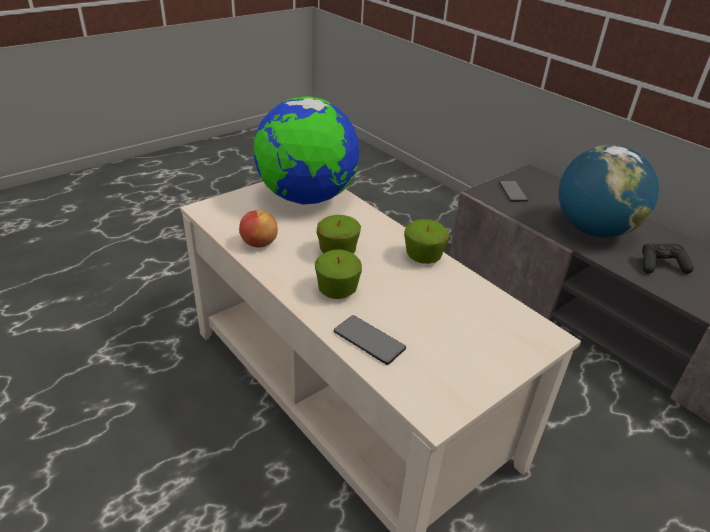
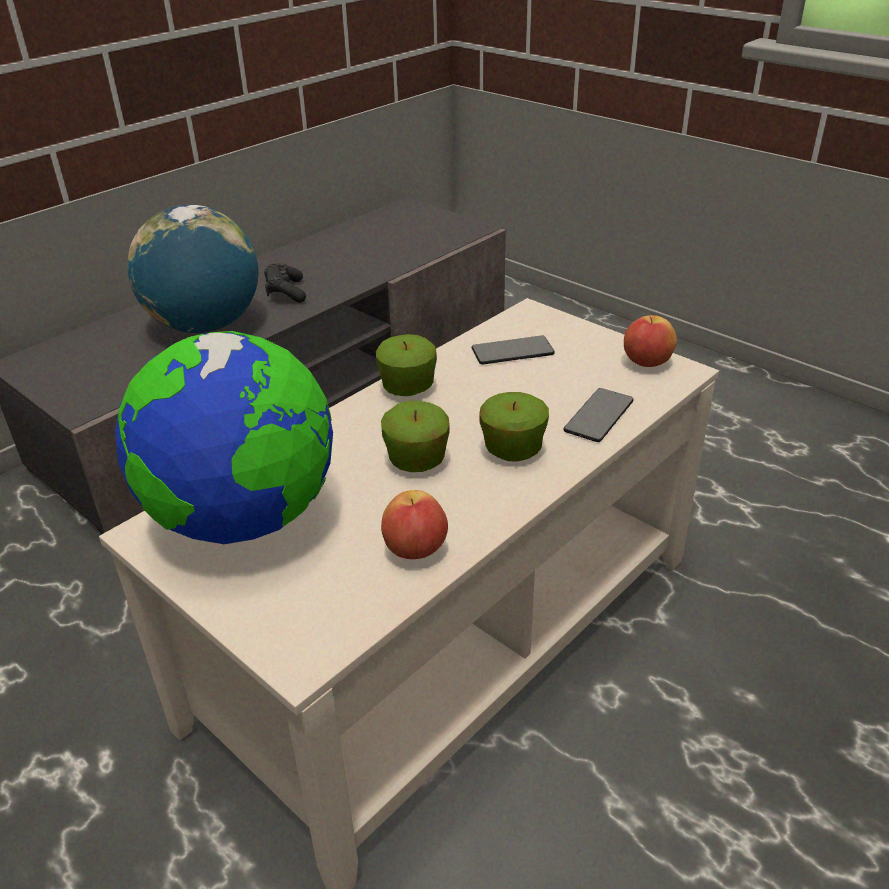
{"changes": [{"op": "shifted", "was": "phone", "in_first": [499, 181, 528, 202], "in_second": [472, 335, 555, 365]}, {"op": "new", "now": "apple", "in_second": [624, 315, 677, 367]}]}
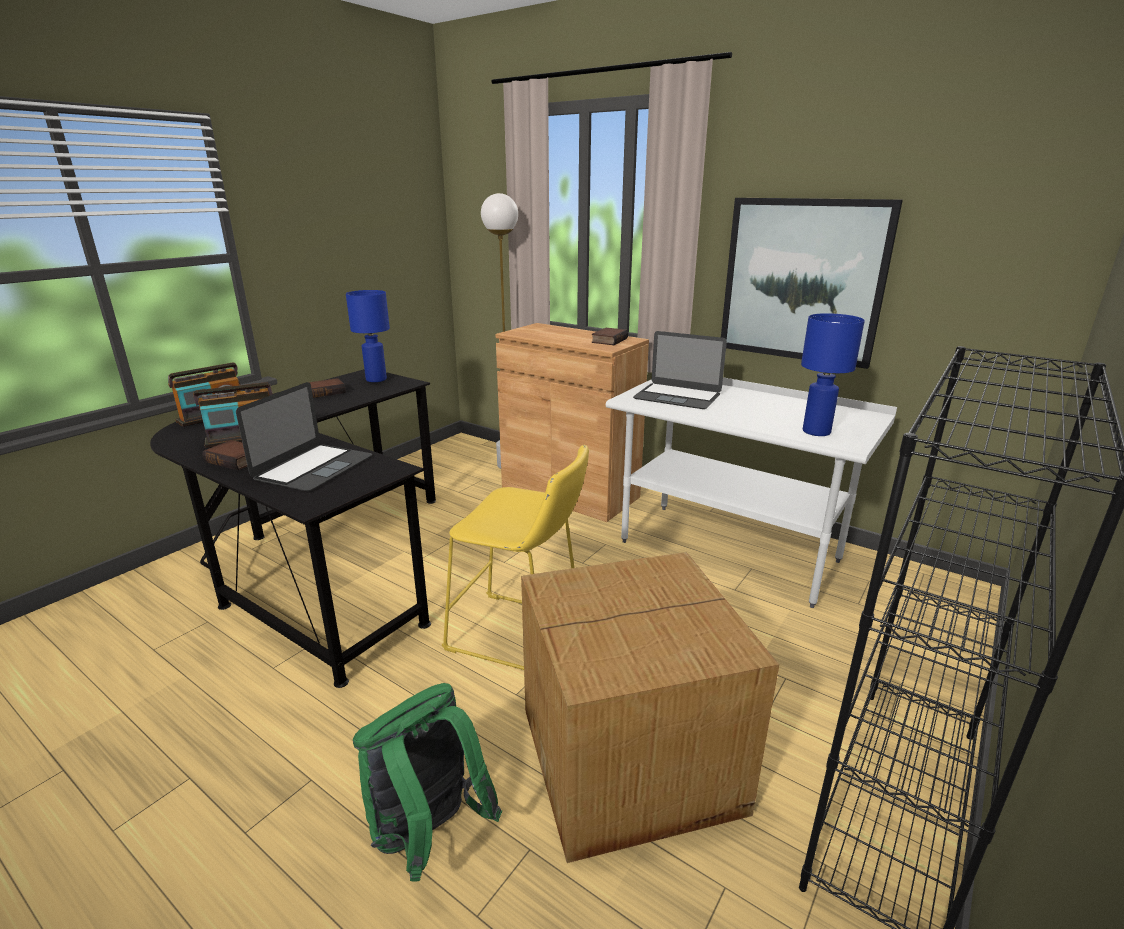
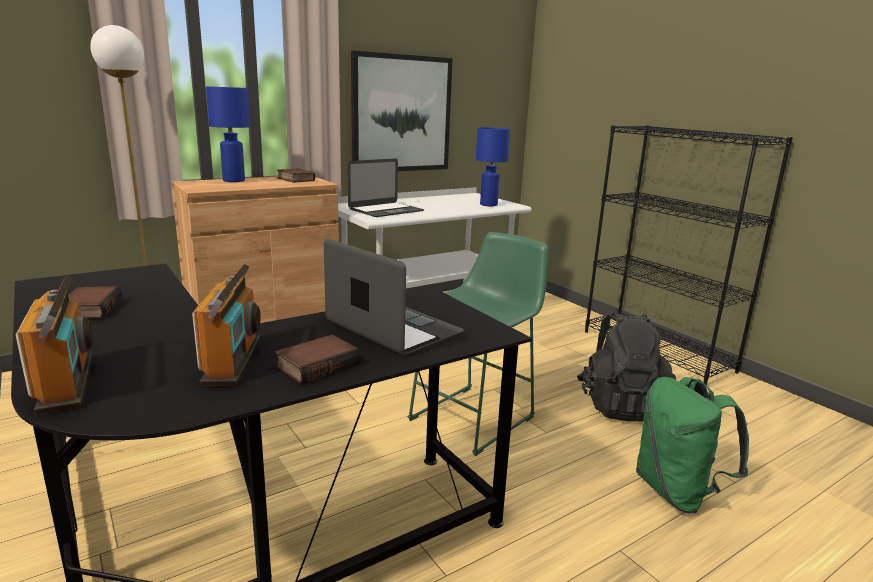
{"changes": [{"op": "shifted", "was": "blue table lamp", "in_first": [346, 290, 390, 382], "in_second": [206, 86, 251, 182]}, {"op": "repainted", "was": "yellow stool", "now": "green stool", "in_first": [442, 445, 589, 670], "in_second": [408, 232, 549, 456]}, {"op": "swapped", "was": "cardboard box", "now": "black backpack", "in_first": [521, 552, 779, 863], "in_second": [577, 312, 676, 422]}]}
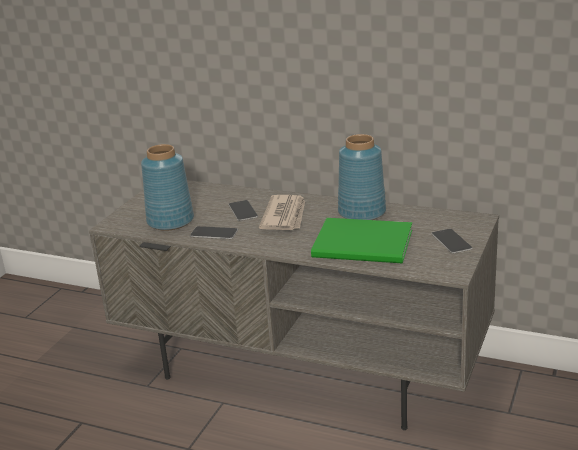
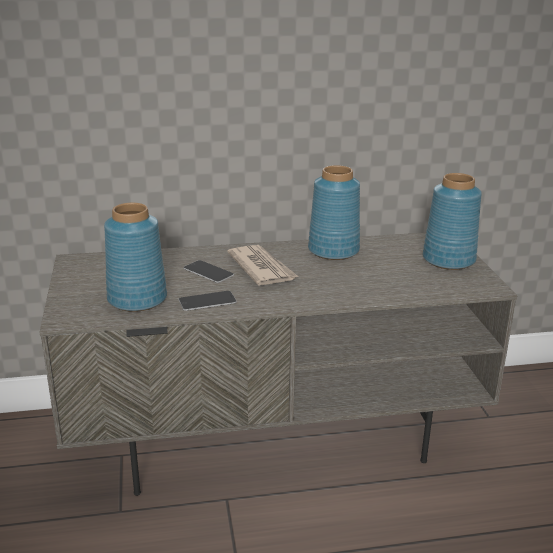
{"changes": [{"op": "gone", "was": "green book", "in_first": [311, 218, 412, 264]}, {"op": "swapped", "was": "phone", "now": "blue vase", "in_first": [431, 229, 472, 253], "in_second": [423, 173, 482, 270]}]}
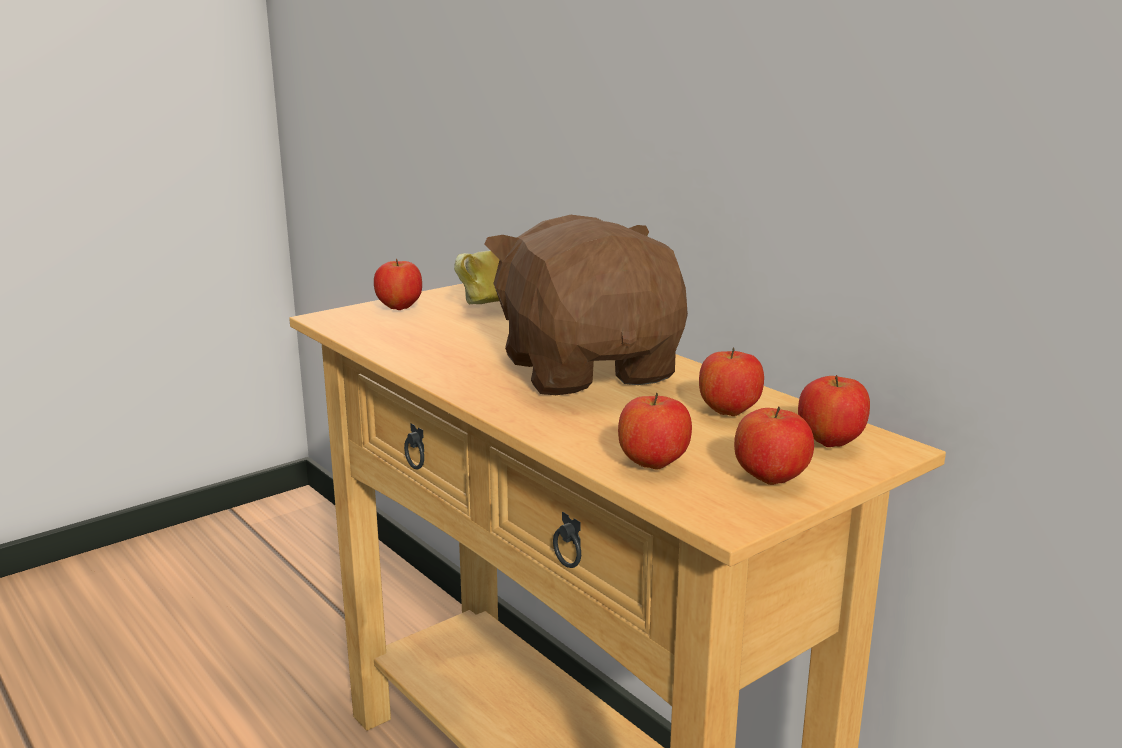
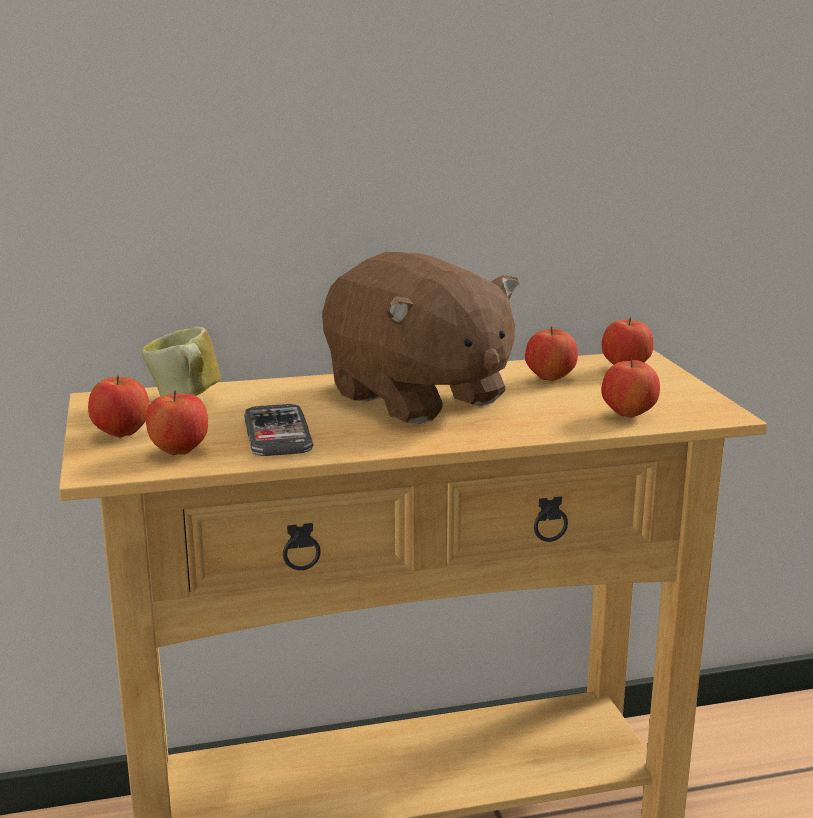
{"changes": [{"op": "rotated", "was": "brown plush toy", "in_first": [484, 215, 688, 395], "in_second": [322, 252, 520, 424], "clockwise": -135}, {"op": "shifted", "was": "apple", "in_first": [734, 406, 814, 485], "in_second": [146, 390, 208, 455]}, {"op": "new", "now": "phone", "in_second": [244, 404, 313, 456]}]}
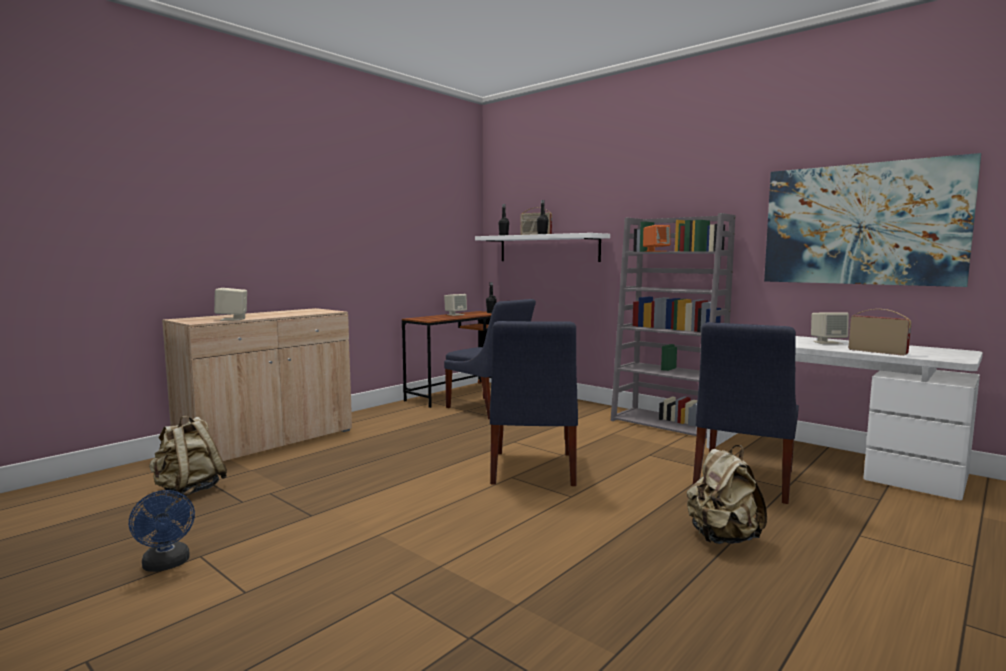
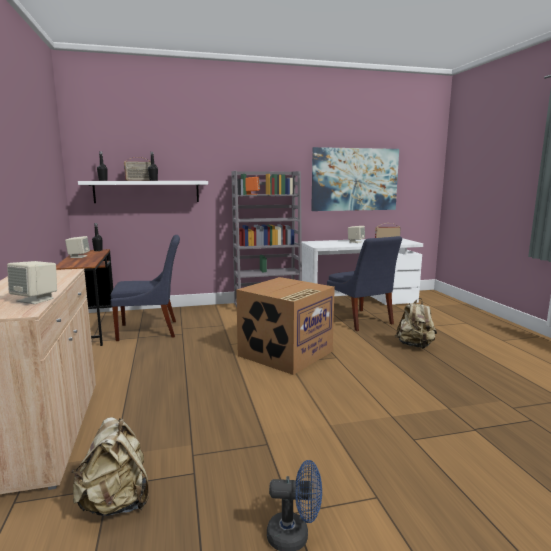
{"changes": [{"op": "swapped", "was": "blue chair", "now": "cardboard box", "in_first": [490, 321, 578, 486], "in_second": [236, 277, 335, 375]}]}
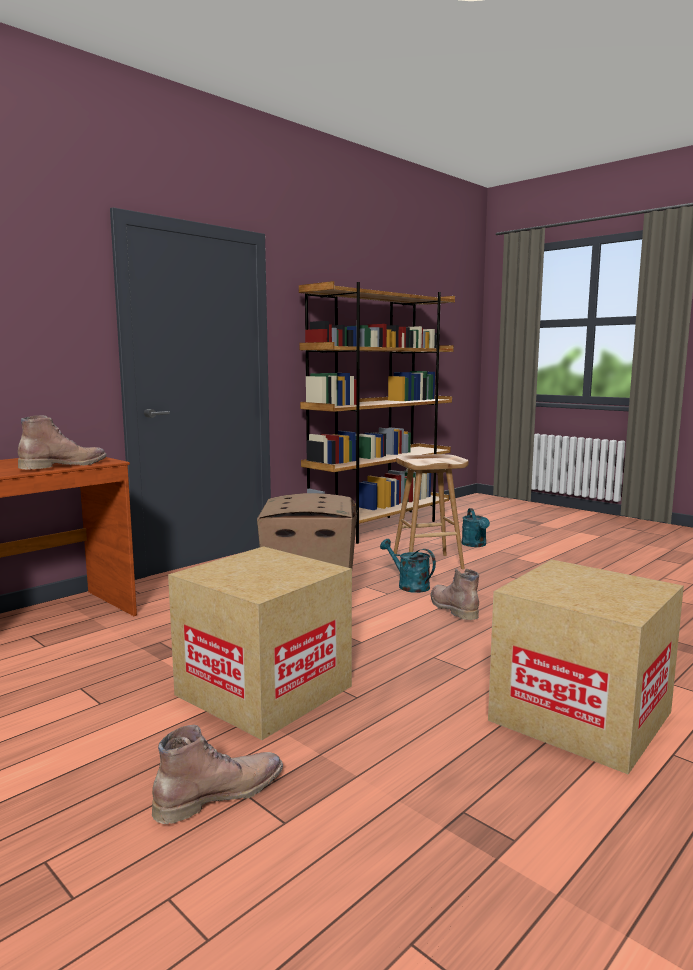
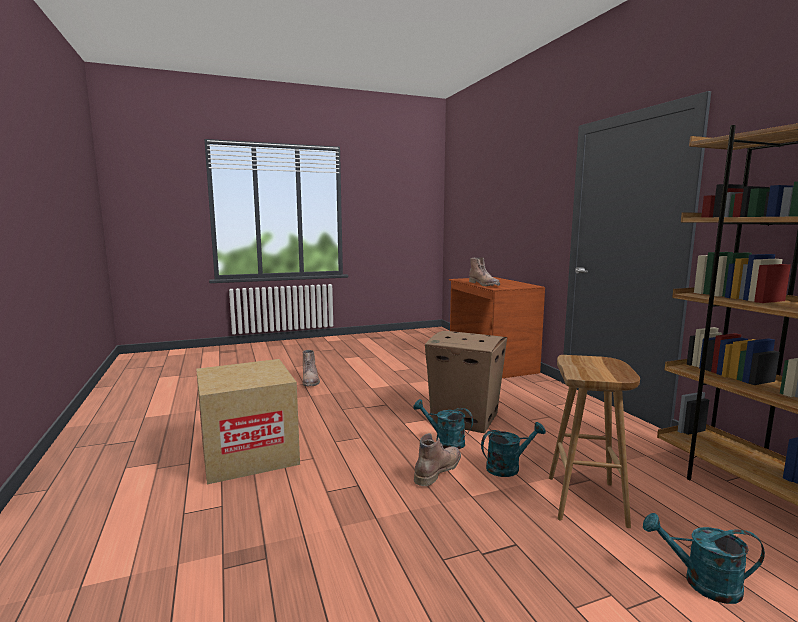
{"changes": [{"op": "gone", "was": "cardboard box", "in_first": [168, 546, 352, 740]}, {"op": "rotated", "was": "brown boot", "in_first": [431, 569, 479, 620], "in_second": [414, 433, 461, 486], "clockwise": -60}, {"op": "new", "now": "turquoise watering can", "in_second": [413, 399, 473, 449]}]}
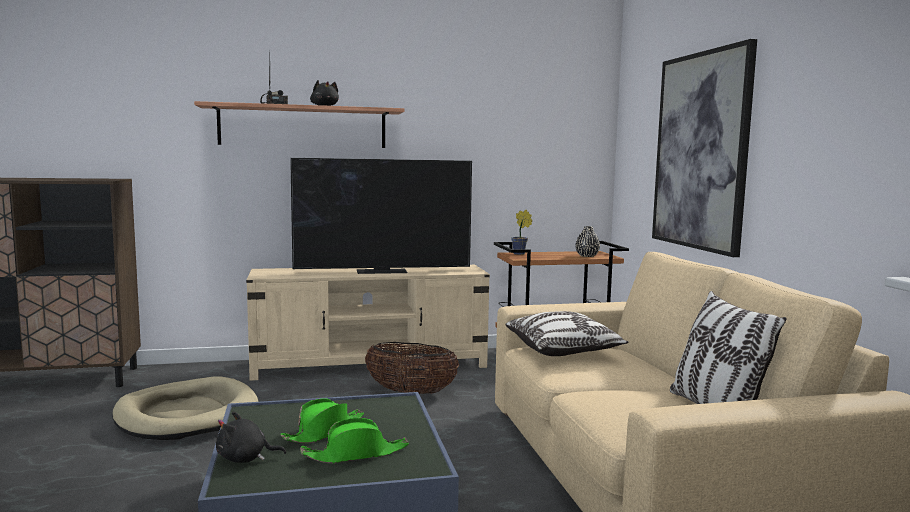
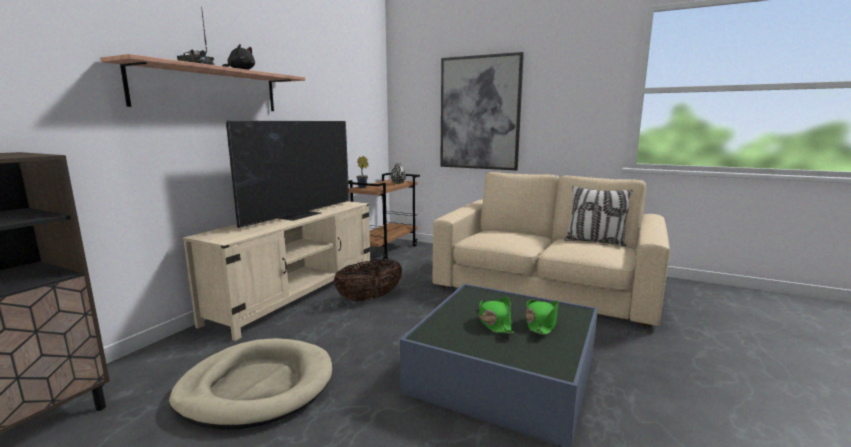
{"changes": [{"op": "gone", "was": "black plush toy", "in_first": [216, 412, 286, 463]}, {"op": "gone", "was": "pillow", "in_first": [505, 311, 628, 356]}]}
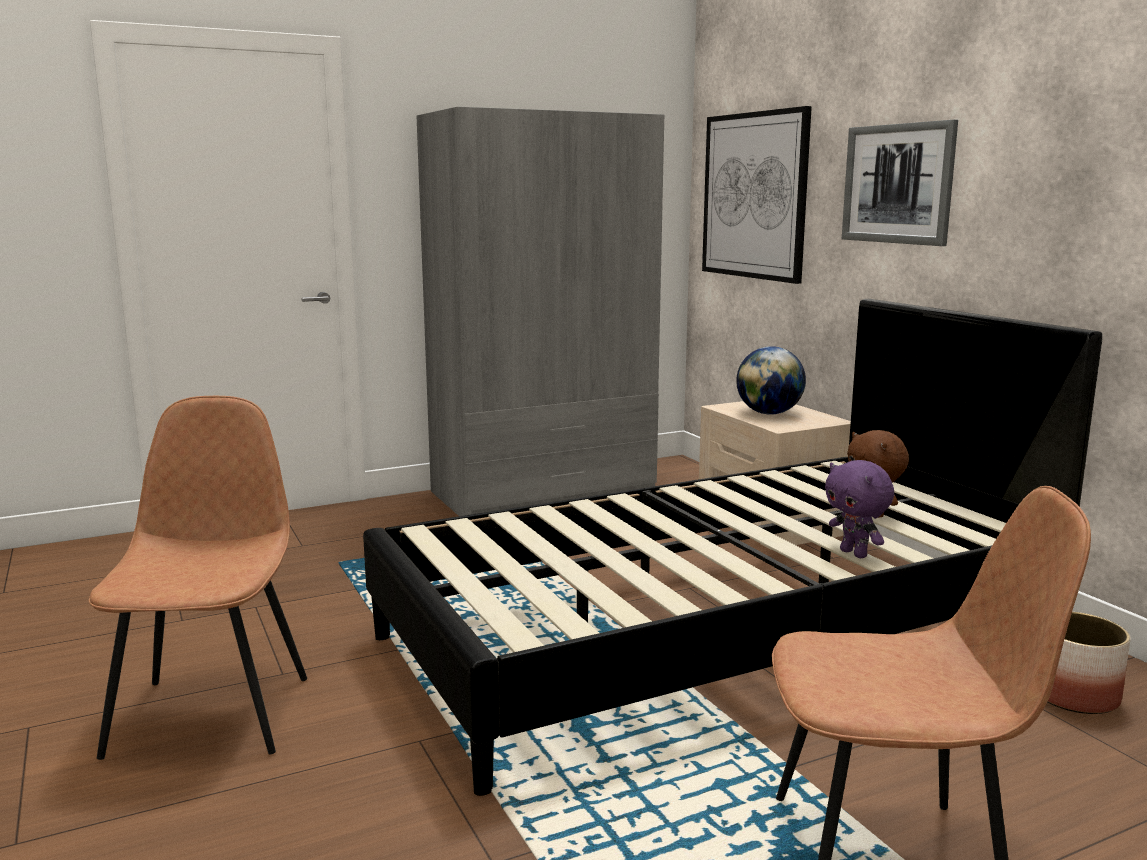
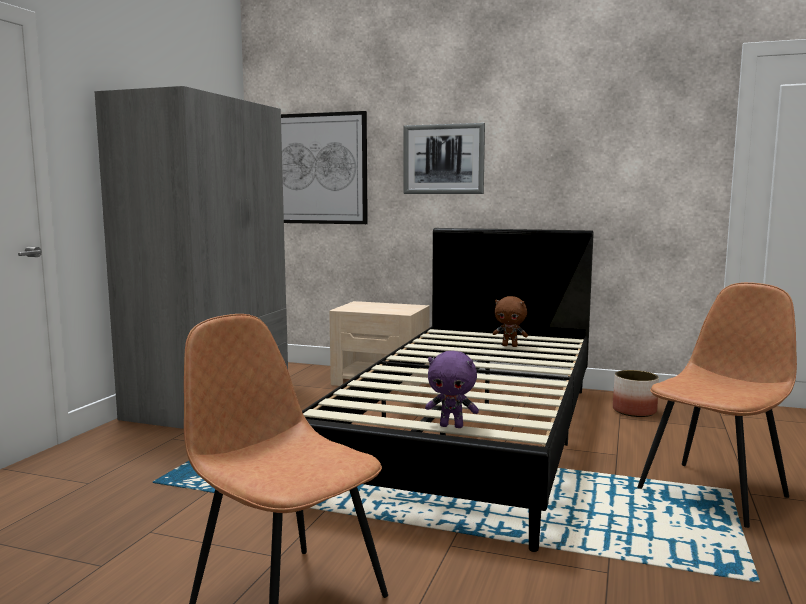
{"changes": [{"op": "gone", "was": "globe", "in_first": [736, 346, 806, 415]}, {"op": "shifted", "was": "purple plush toy", "in_first": [825, 460, 894, 558], "in_second": [425, 351, 479, 428]}]}
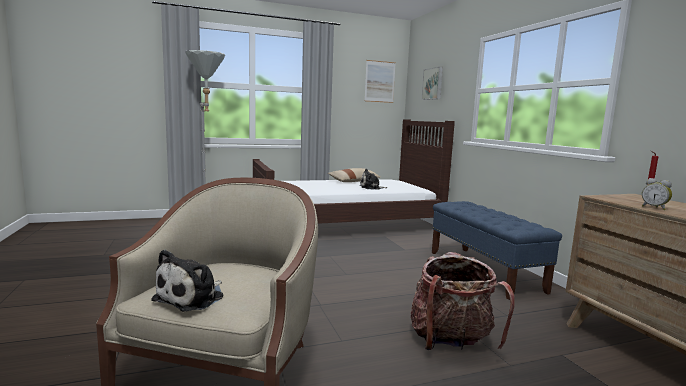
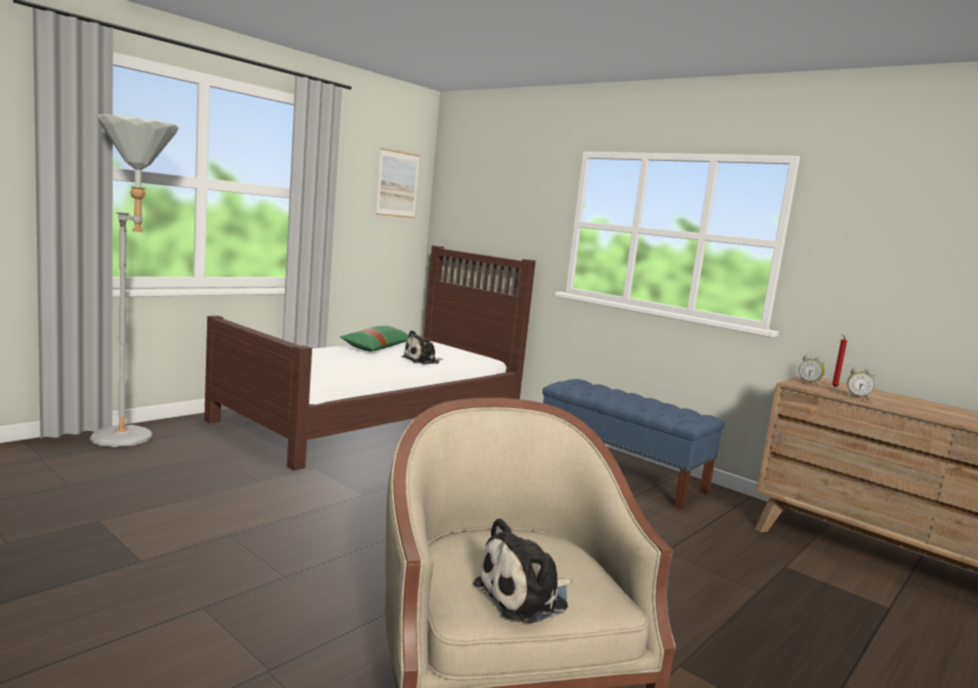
{"changes": [{"op": "rotated", "was": "plush toy", "in_first": [151, 250, 224, 312], "in_second": [473, 518, 572, 623], "clockwise": 60}, {"op": "repainted", "was": "beige pillow", "now": "green pillow", "in_first": [328, 168, 380, 182], "in_second": [340, 326, 409, 352]}, {"op": "gone", "was": "backpack", "in_first": [411, 252, 515, 350]}, {"op": "gone", "was": "picture", "in_first": [421, 67, 443, 100]}, {"op": "new", "now": "alarm clock", "in_second": [799, 354, 825, 386]}]}
